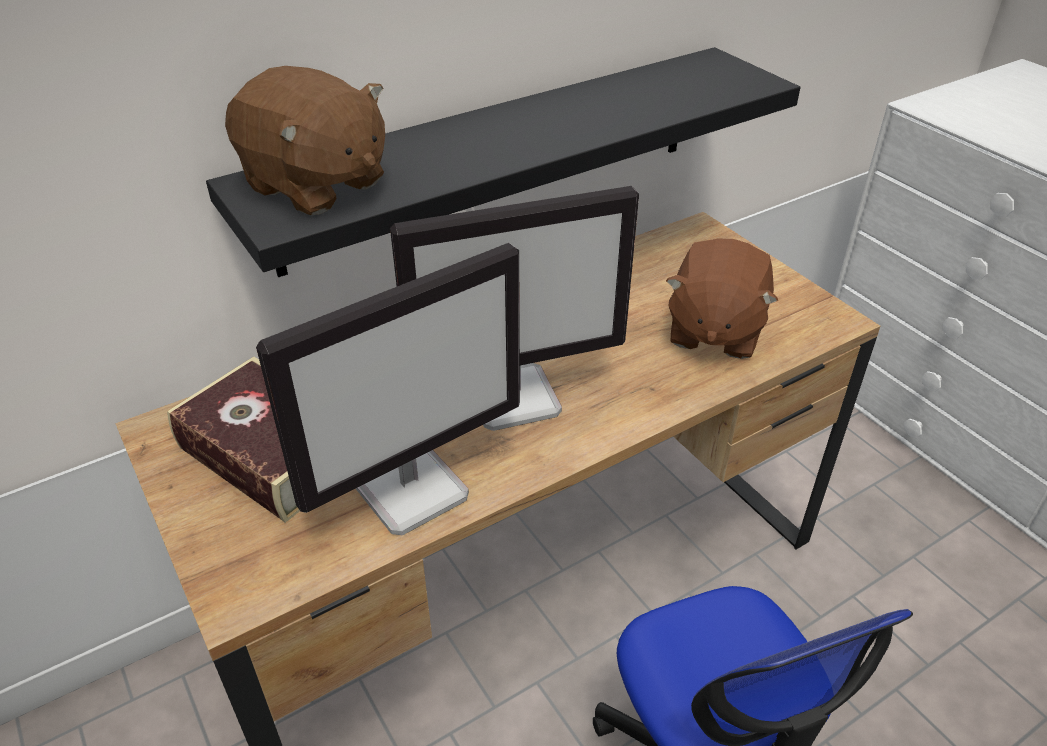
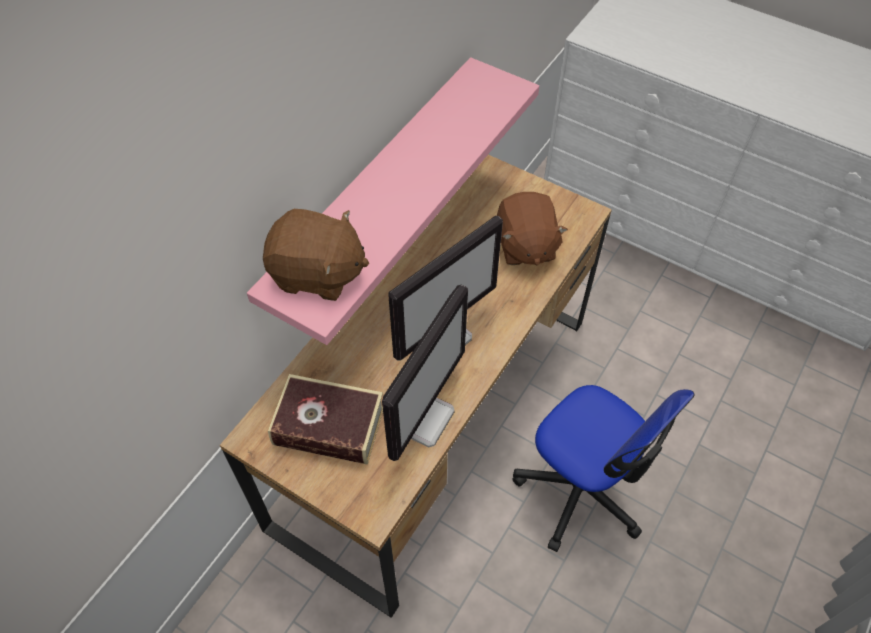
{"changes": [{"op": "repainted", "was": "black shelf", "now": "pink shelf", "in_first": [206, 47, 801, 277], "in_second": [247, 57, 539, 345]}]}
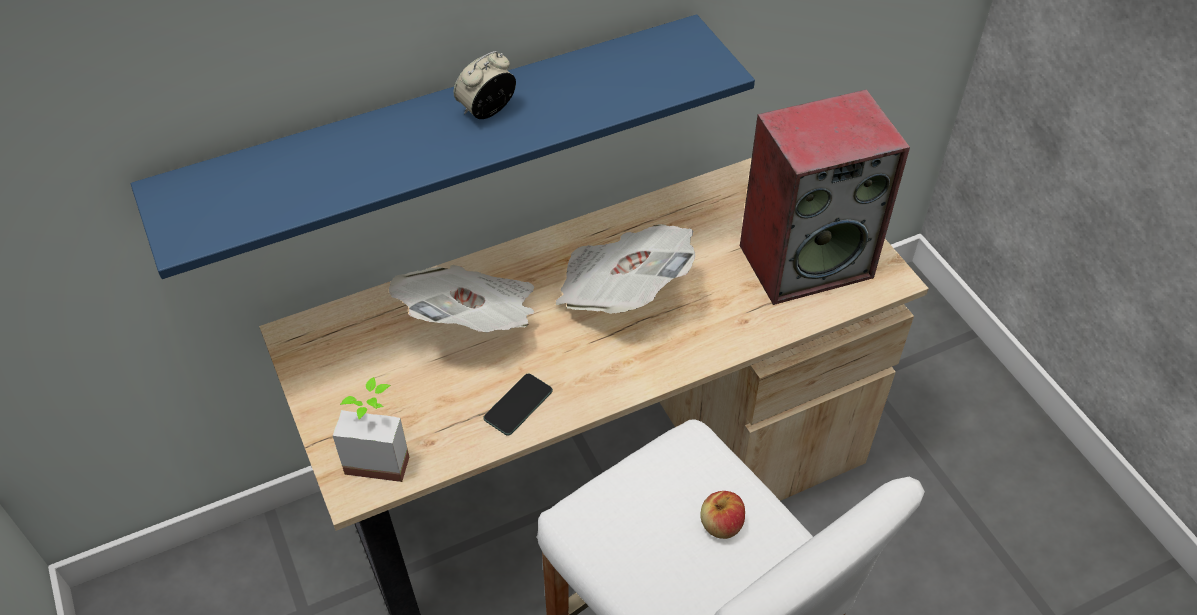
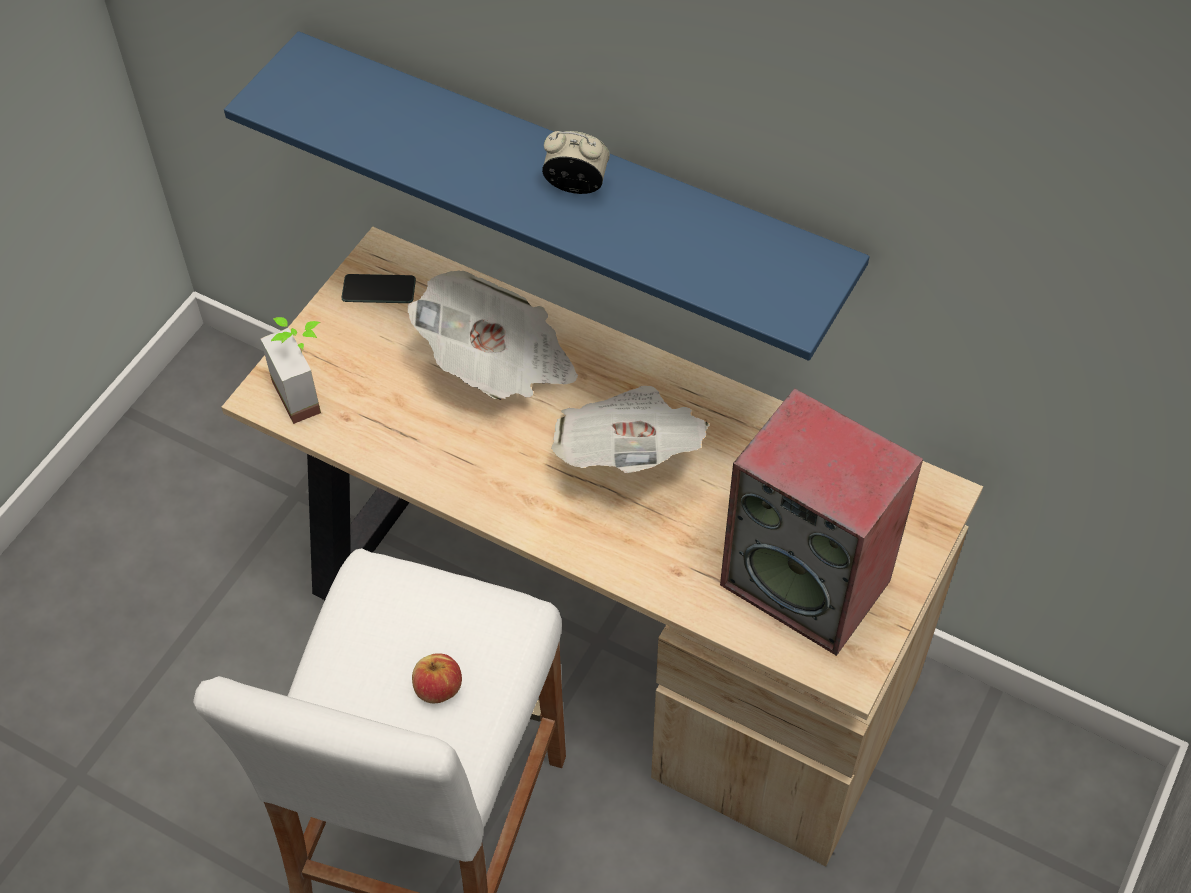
{"changes": [{"op": "shifted", "was": "phone", "in_first": [483, 373, 553, 436], "in_second": [342, 274, 416, 303]}]}
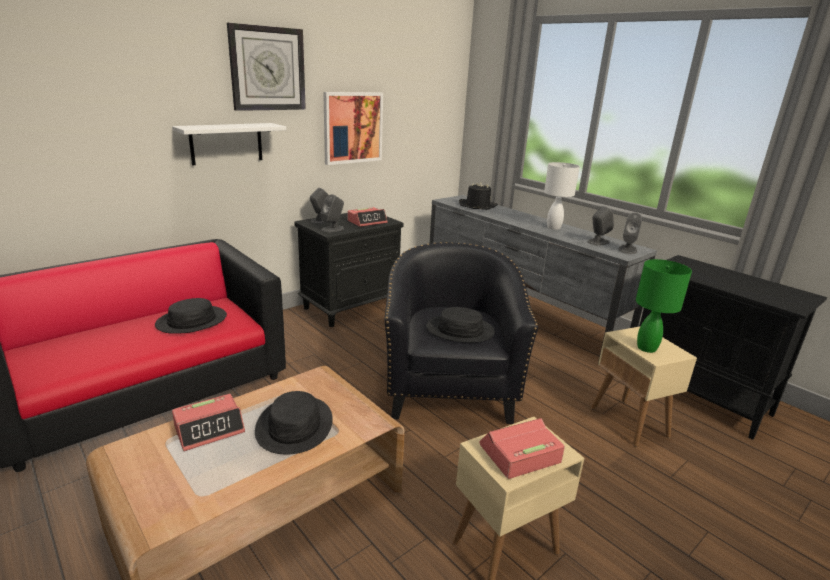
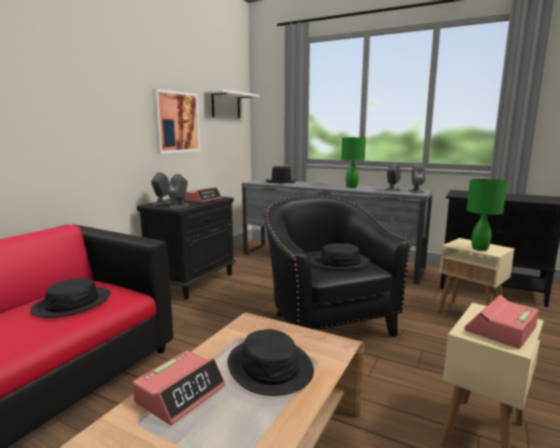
{"changes": [{"op": "shifted", "was": "white shelf", "in_first": [172, 123, 286, 166], "in_second": [206, 89, 259, 118]}, {"op": "gone", "was": "wall clock", "in_first": [227, 23, 306, 111]}, {"op": "repainted", "was": "white table lamp", "now": "green table lamp", "in_first": [544, 162, 580, 230], "in_second": [341, 137, 366, 188]}]}
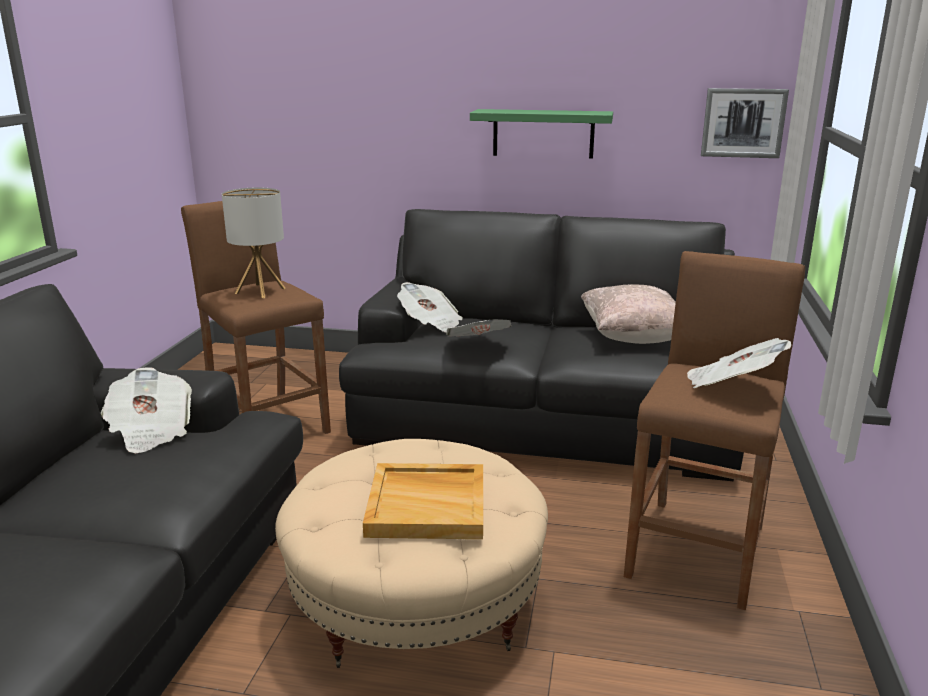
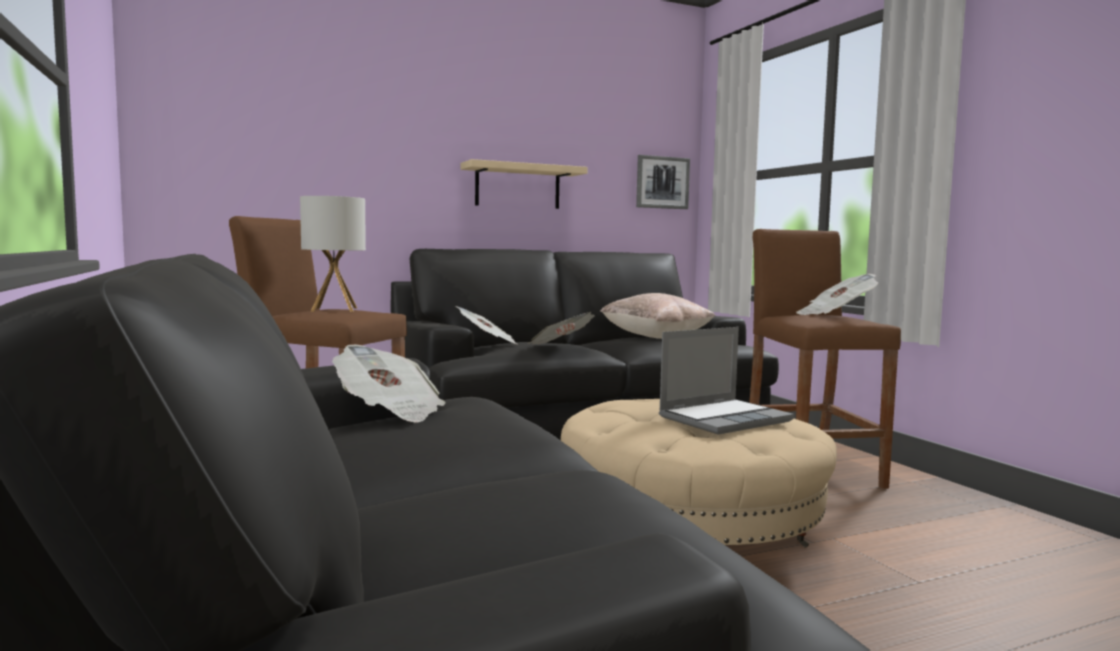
{"changes": [{"op": "swapped", "was": "beige tray", "now": "laptop", "in_first": [363, 463, 483, 539], "in_second": [659, 327, 794, 435]}, {"op": "repainted", "was": "green shelf", "now": "beige shelf", "in_first": [470, 109, 613, 159], "in_second": [460, 159, 588, 209]}]}
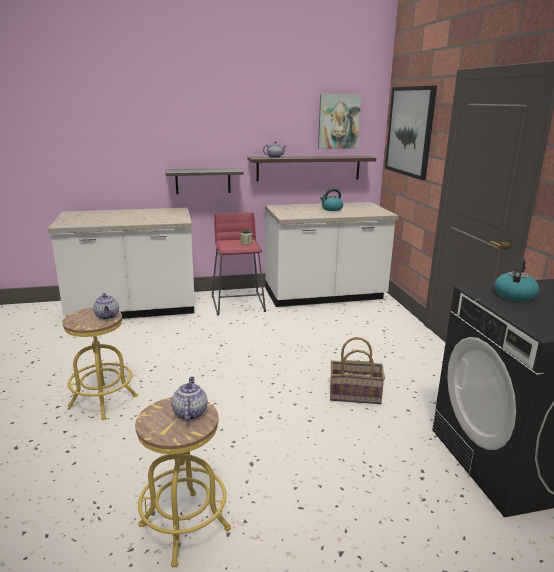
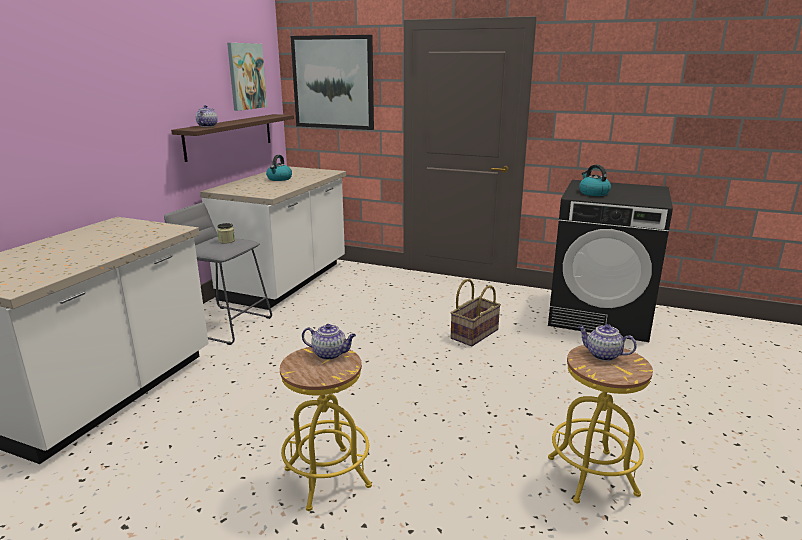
{"changes": [{"op": "gone", "was": "shelf", "in_first": [165, 168, 244, 194]}, {"op": "repainted", "was": "red stool", "now": "grey stool", "in_first": [212, 212, 266, 315], "in_second": [164, 203, 272, 345]}]}
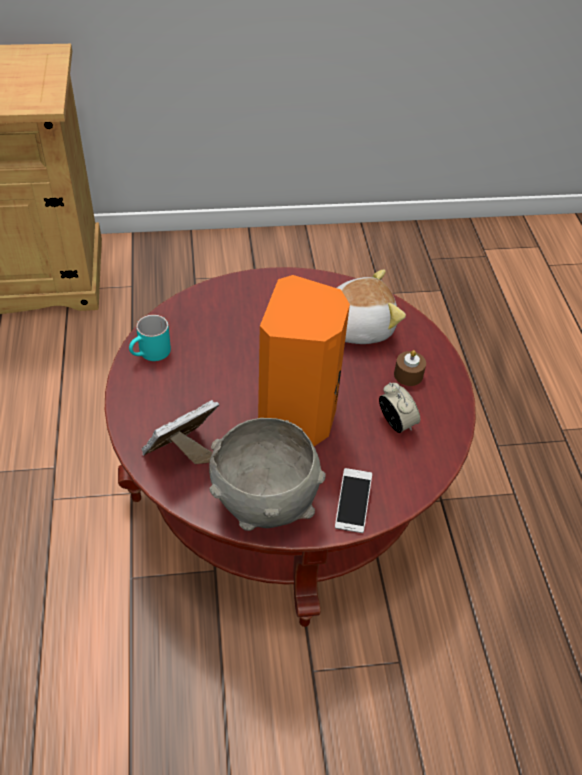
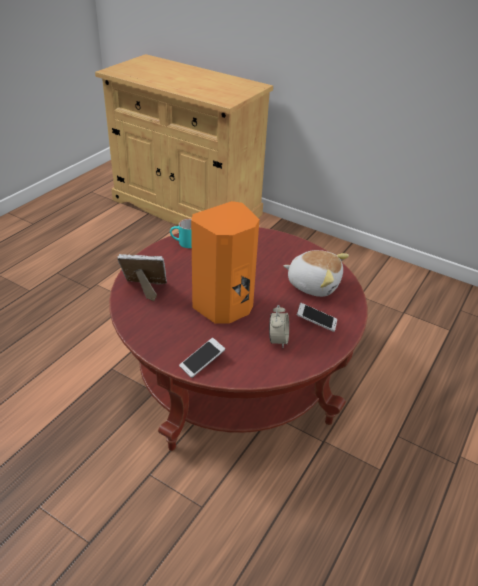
{"changes": [{"op": "gone", "was": "grey bowl", "in_first": [209, 418, 326, 531]}, {"op": "swapped", "was": "brown candle", "now": "phone", "in_first": [394, 350, 426, 386], "in_second": [297, 303, 337, 332]}]}
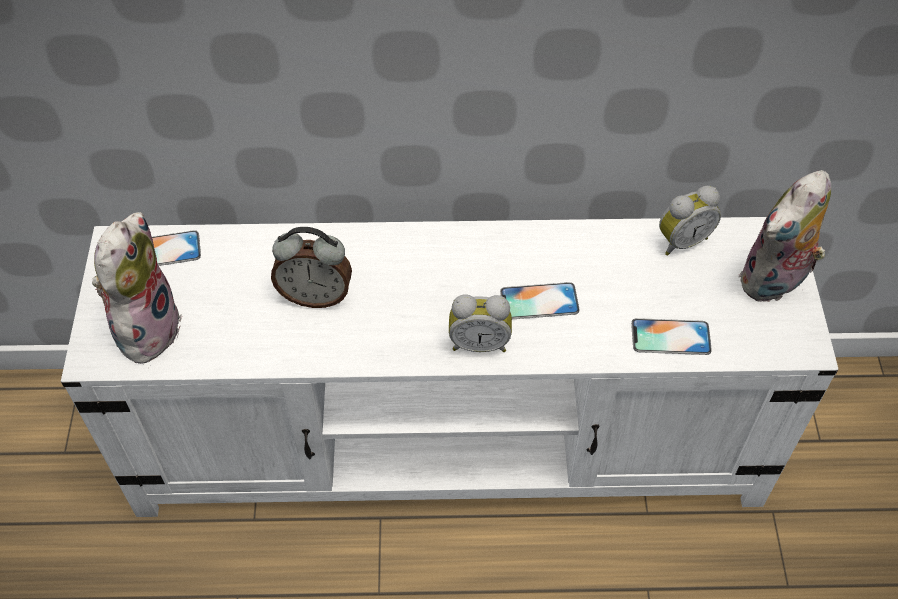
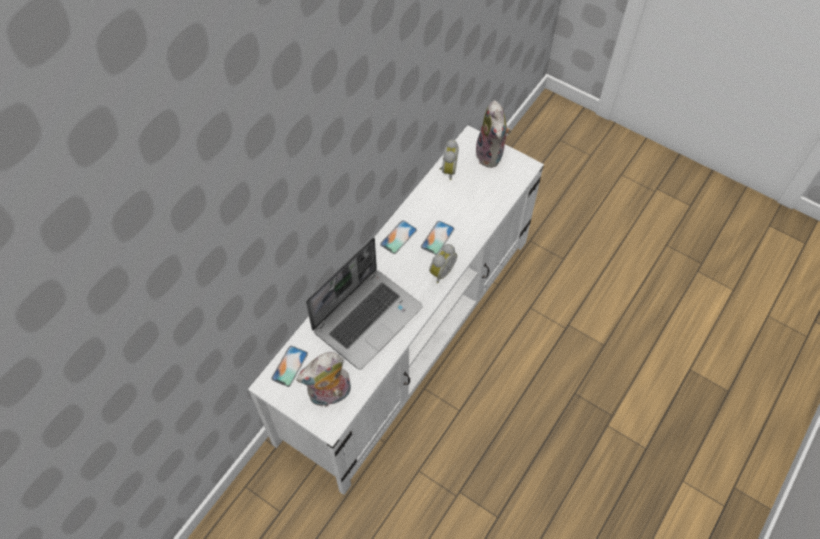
{"changes": [{"op": "rotated", "was": "plush toy", "in_first": [92, 212, 182, 364], "in_second": [296, 352, 351, 407], "clockwise": -75}, {"op": "swapped", "was": "alarm clock", "now": "laptop", "in_first": [271, 227, 352, 308], "in_second": [306, 237, 423, 370]}, {"op": "shifted", "was": "phone", "in_first": [631, 318, 712, 355], "in_second": [380, 220, 417, 254]}]}
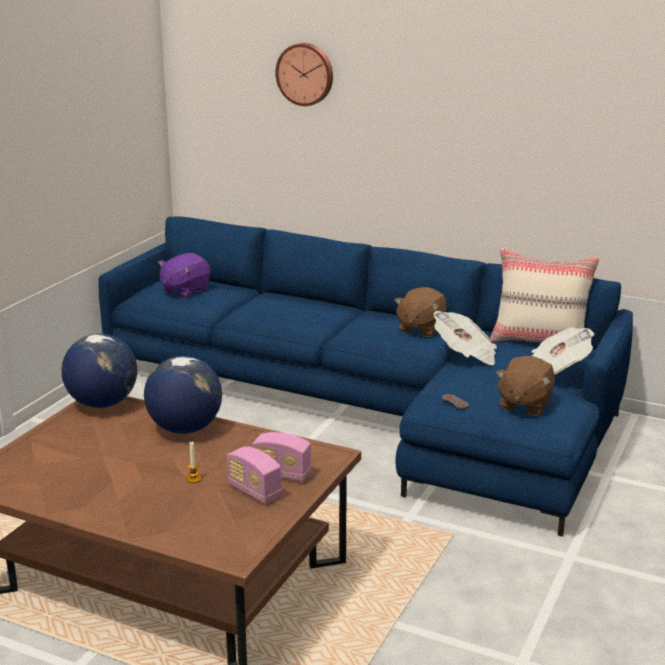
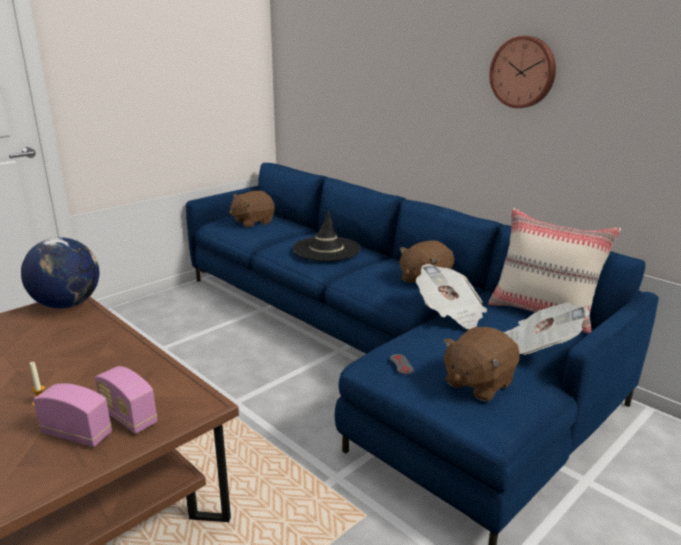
{"changes": [{"op": "gone", "was": "globe", "in_first": [144, 356, 222, 434]}, {"op": "repainted", "was": "purple plush toy", "now": "brown plush toy", "in_first": [158, 253, 210, 298], "in_second": [229, 191, 275, 227]}, {"op": "rotated", "was": "radio", "in_first": [227, 446, 282, 504], "in_second": [33, 383, 112, 447], "clockwise": 135}, {"op": "shifted", "was": "wall clock", "in_first": [275, 43, 333, 106], "in_second": [489, 36, 556, 108]}, {"op": "new", "now": "black hat", "in_second": [292, 209, 361, 261]}]}
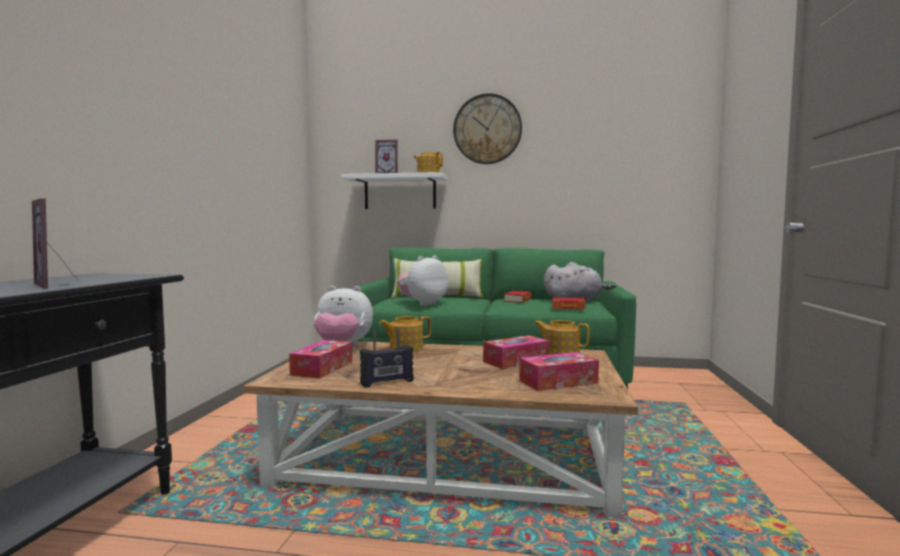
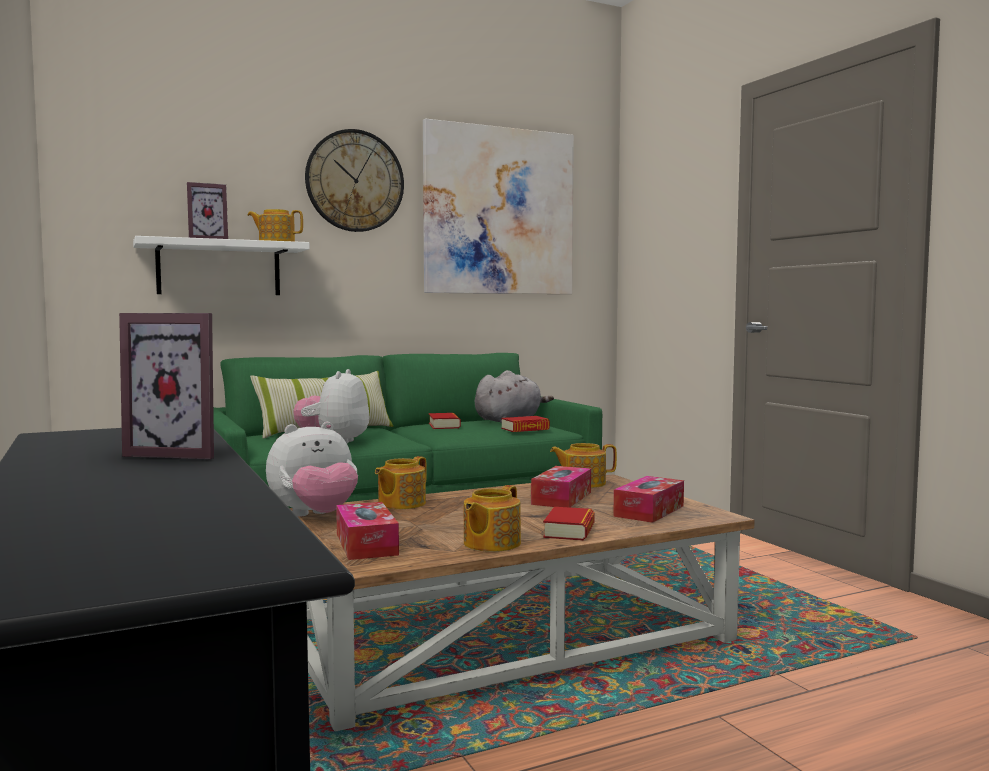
{"changes": [{"op": "swapped", "was": "radio", "now": "teapot", "in_first": [360, 329, 413, 387], "in_second": [464, 485, 521, 552]}, {"op": "new", "now": "picture", "in_second": [423, 118, 574, 294]}, {"op": "new", "now": "book", "in_second": [543, 507, 595, 541]}]}
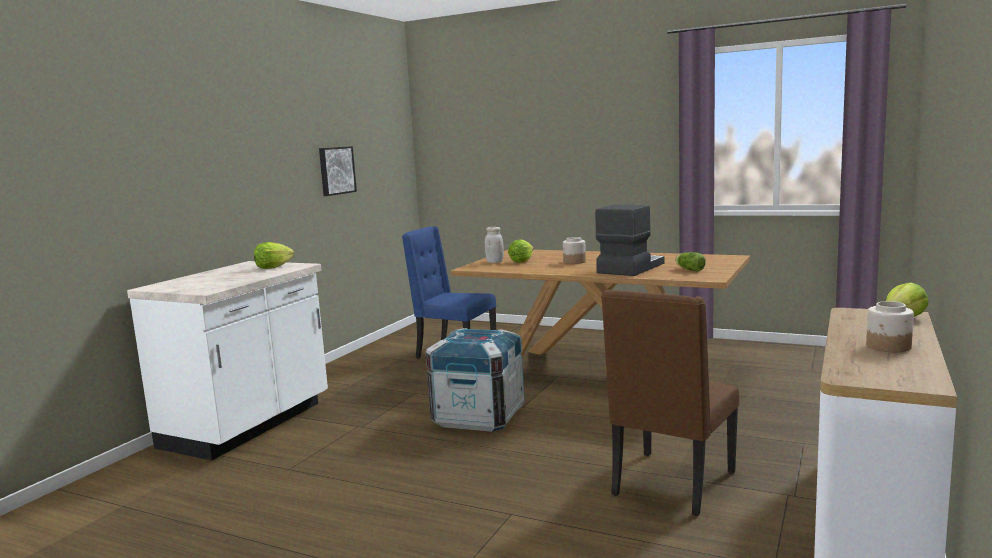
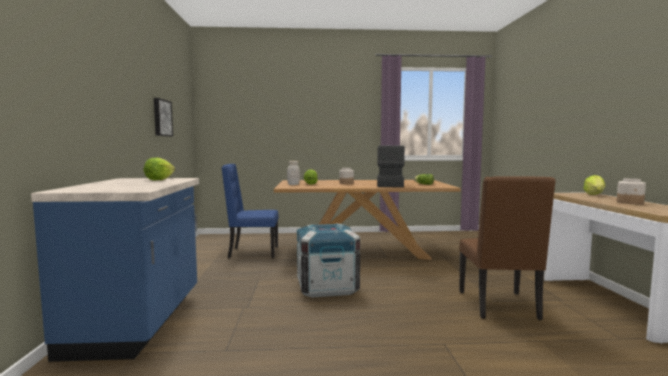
{"changes": [{"op": "repainted", "was": "white counter", "now": "blue counter", "in_first": [127, 261, 328, 460], "in_second": [31, 178, 199, 362]}]}
